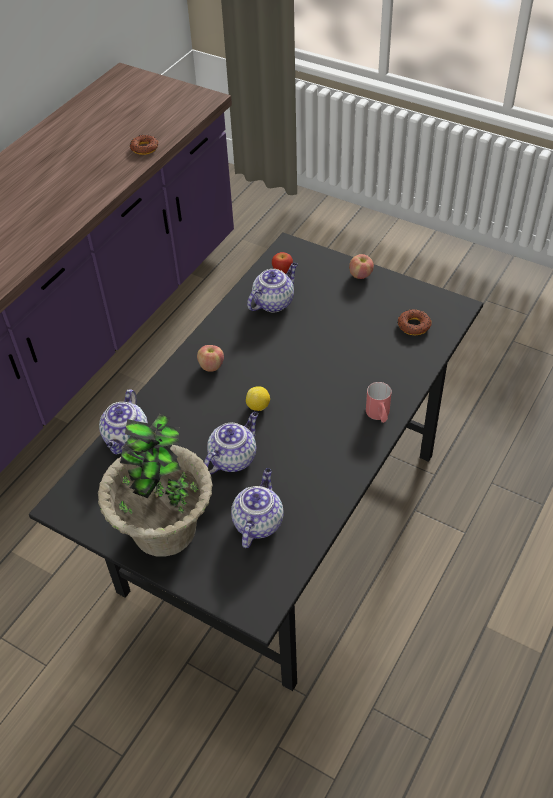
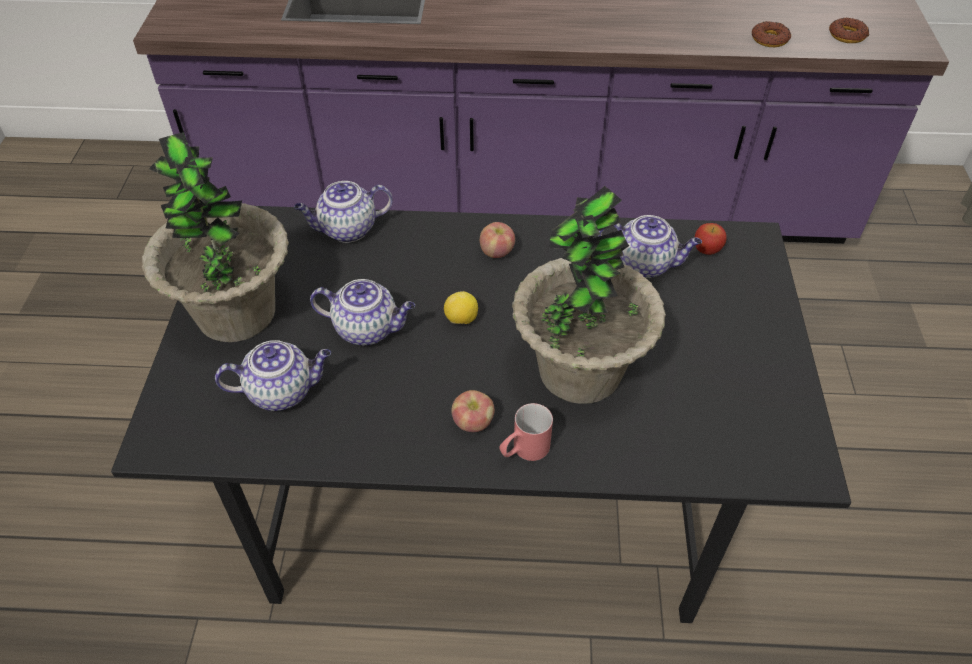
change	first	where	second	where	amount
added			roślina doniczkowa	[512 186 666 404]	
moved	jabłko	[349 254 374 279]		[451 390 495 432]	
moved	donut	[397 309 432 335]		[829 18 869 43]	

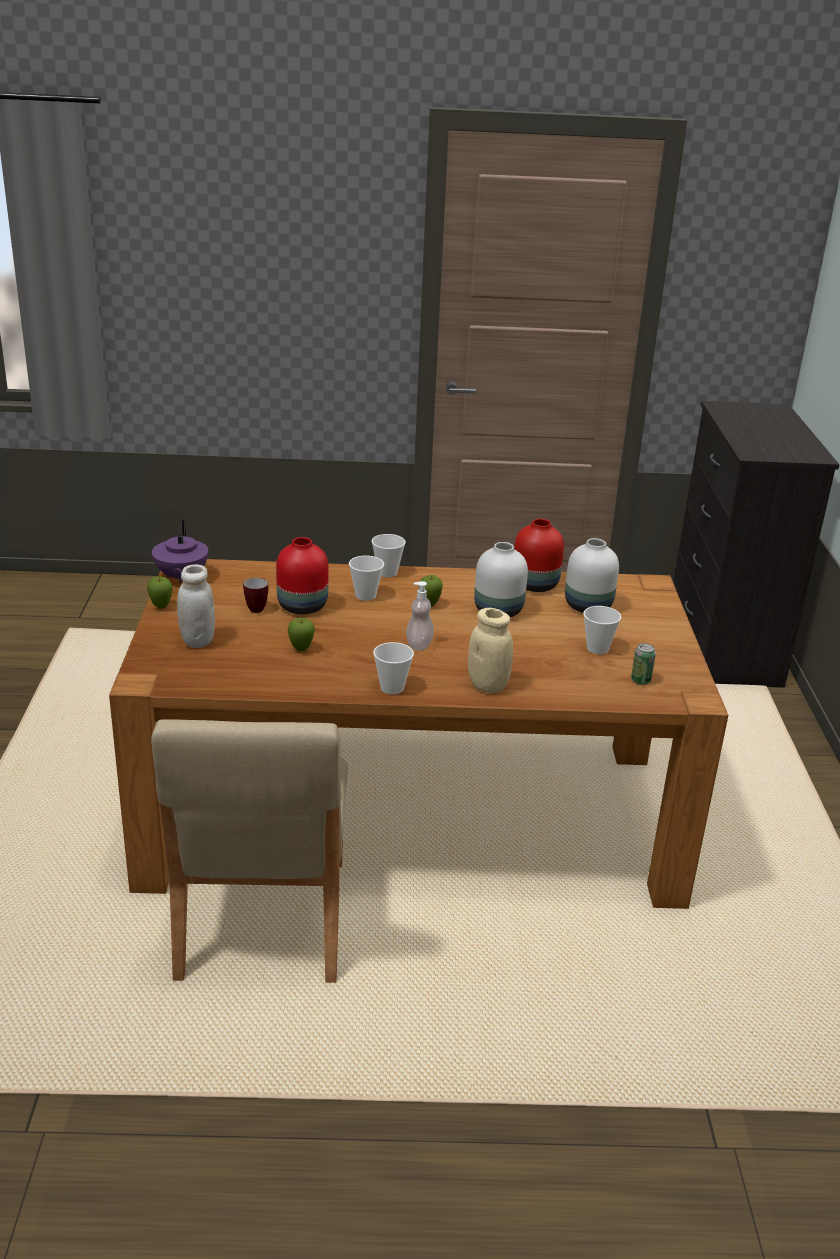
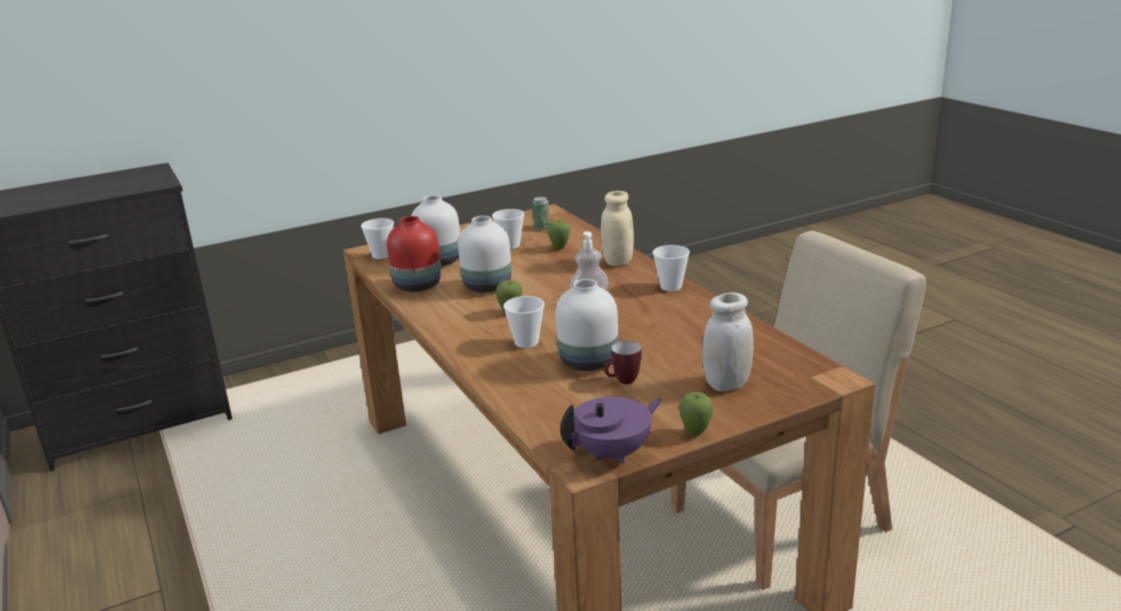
change	first	where	second	where	amount
moved	jabłko	[288 618 315 651]		[548 220 570 250]	
moved	filiżanka	[372 534 406 577]		[361 218 394 259]	
recoloured	wazon [czerwony]	[276 537 329 614]	wazon [biały]	[556 279 618 371]	

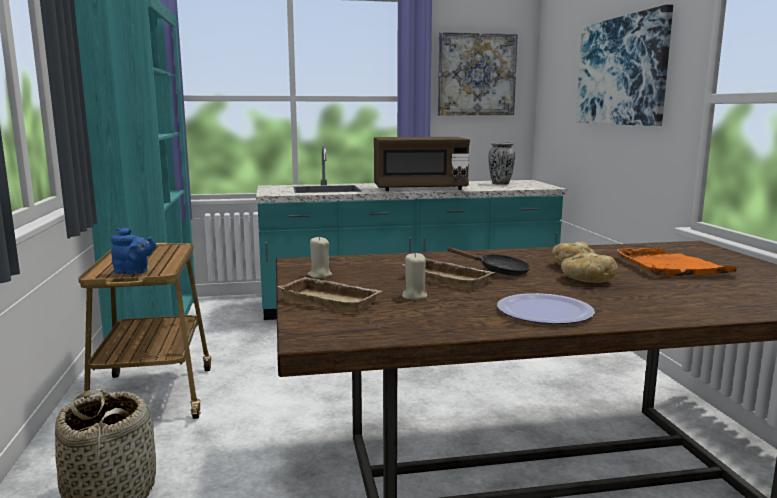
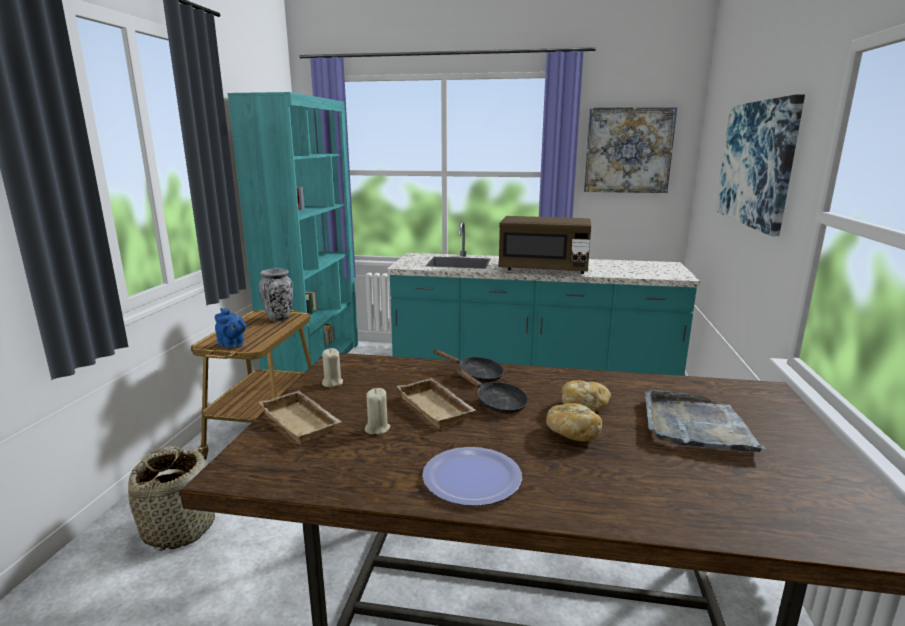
change	first	where	second	where	amount
added			patelnia [czarny]	[433 349 504 382]	
moved	wazon	[488 142 515 185]		[259 268 293 322]	
recoloured	taca [pomarańczowy]	[616 248 743 276]	taca [szary]	[645 390 767 452]	

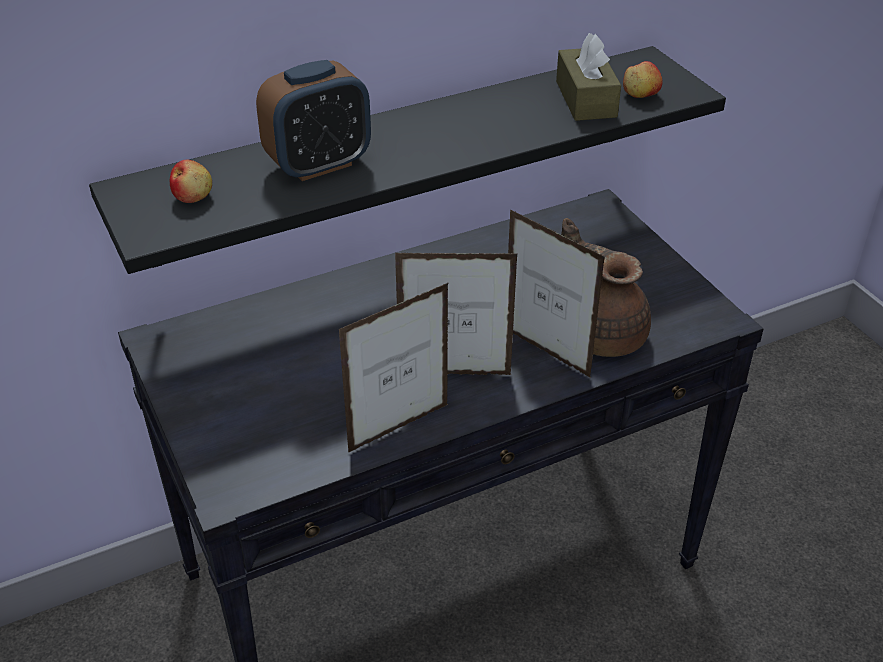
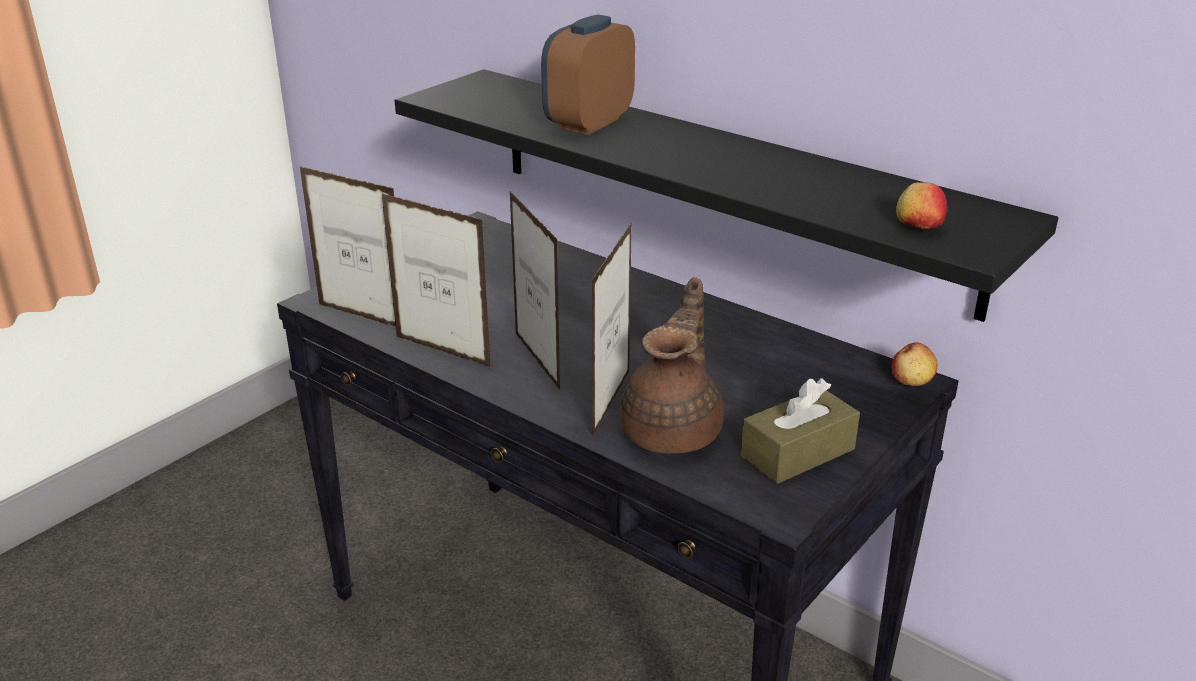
change	first	where	second	where	amount
added			ramka na zdjęcie	[300 166 395 327]	
moved	jabłko	[170 160 212 203]		[892 342 938 386]	
moved	pudełko chusteczek [brązowy]	[556 33 621 121]		[741 378 860 484]	
turned	budzik	[256 60 371 181]		[541 15 635 135]	90 degrees clockwise

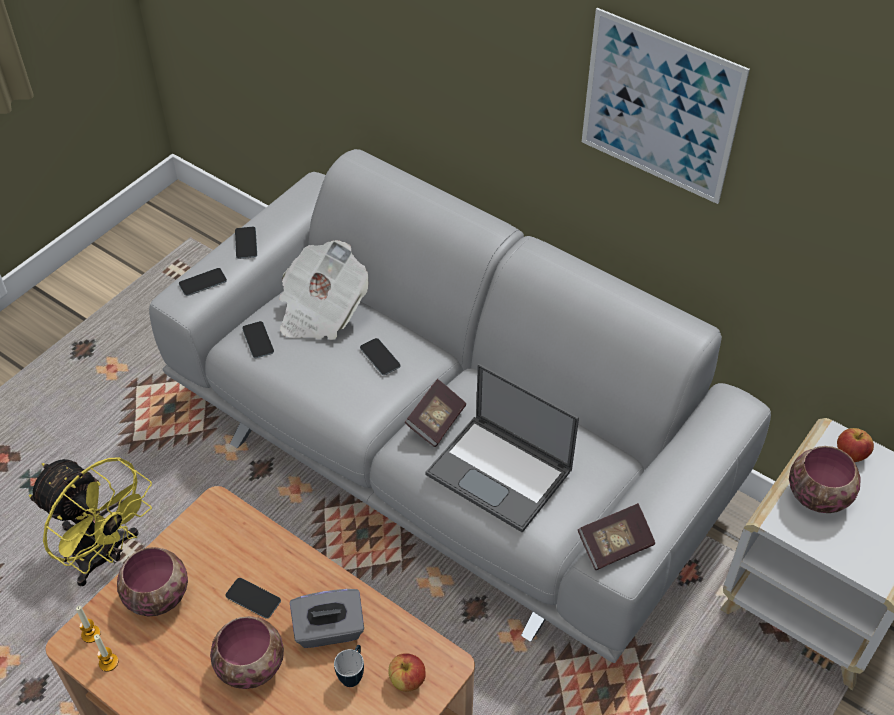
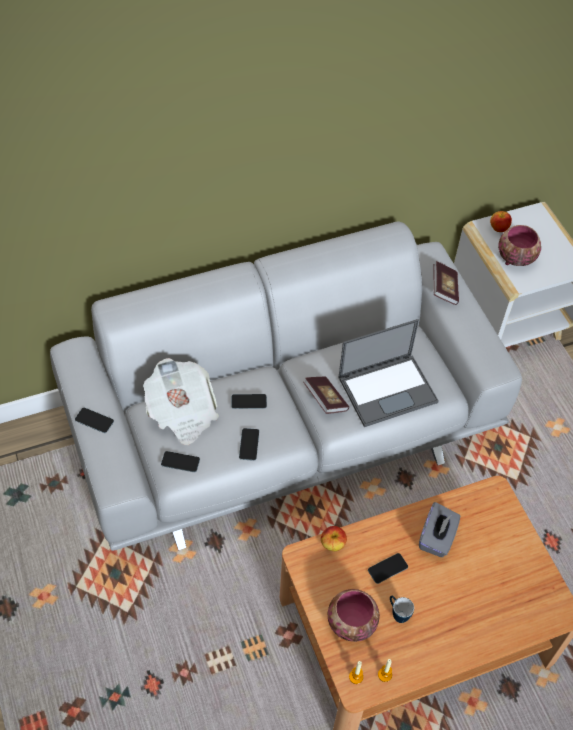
change	first	where	second	where	amount
removed	wentylator [żółty]	[29 457 152 586]			
removed	miska	[210 616 284 689]			
removed	obraz	[582 8 750 204]			
moved	telefon	[179 268 227 296]		[239 428 259 461]	
moved	kubek	[334 645 364 687]		[390 596 414 623]	
moved	jabłko	[388 653 426 692]		[321 526 347 551]	
moved	książka	[578 503 655 570]		[433 261 459 305]	

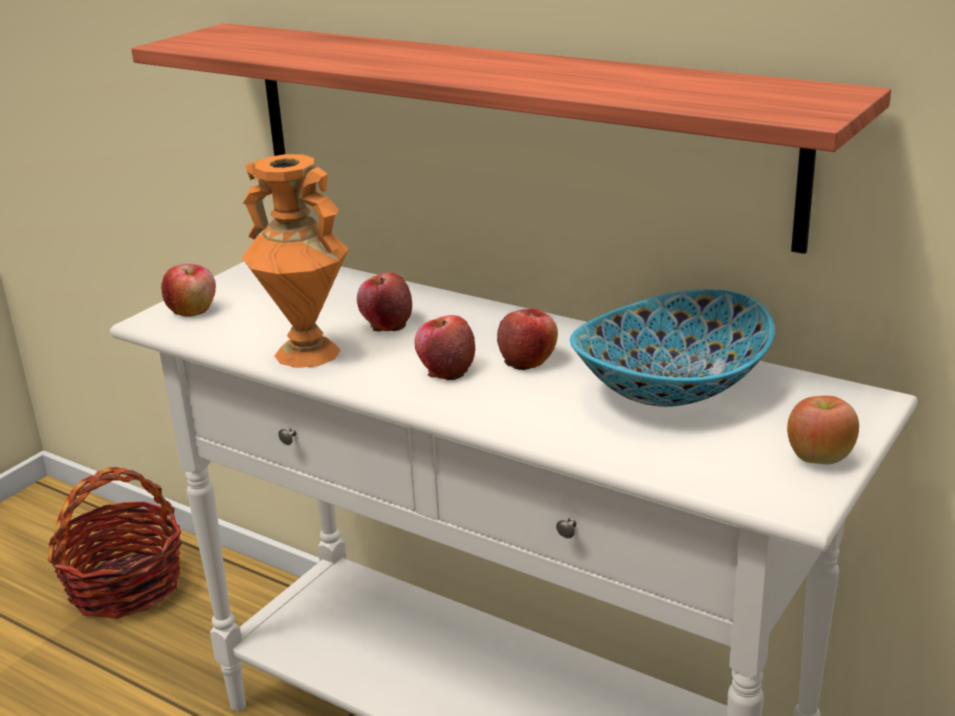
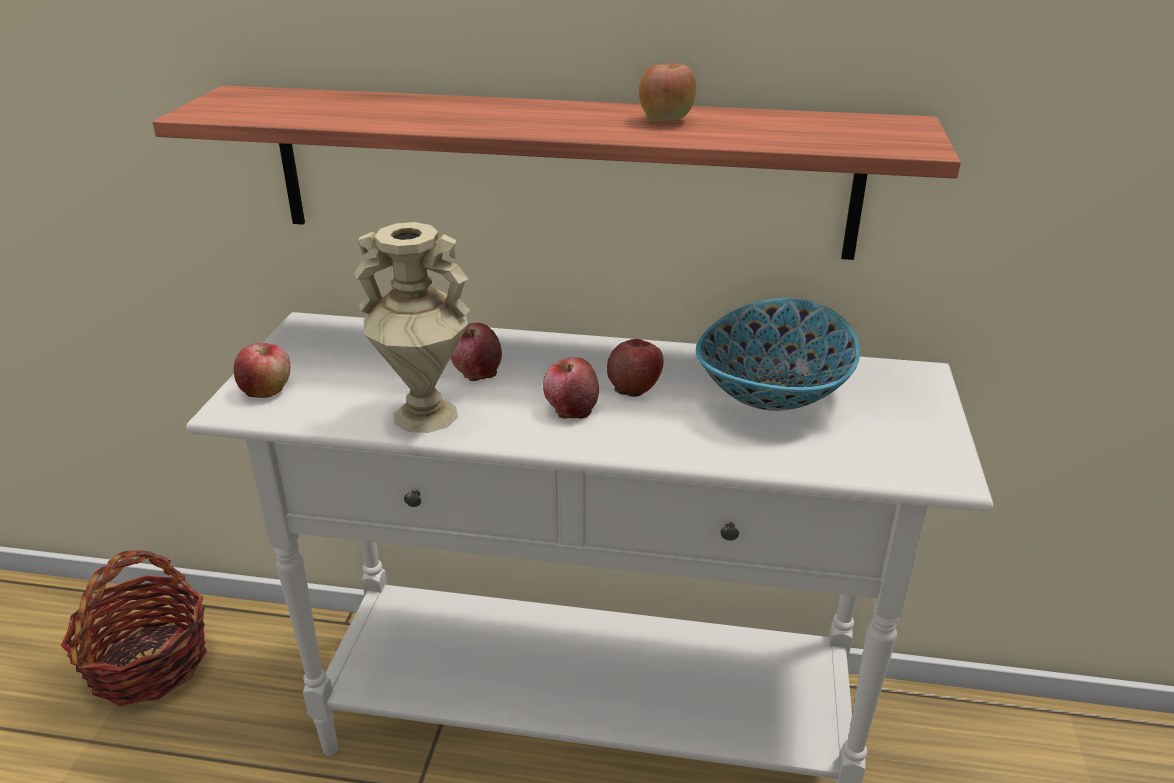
change	first	where	second	where	amount
moved	jabłko	[787 396 859 465]		[639 63 696 122]	
recoloured	wazon [pomarańczowy]	[242 154 349 368]	wazon [beżowy]	[354 222 470 433]	

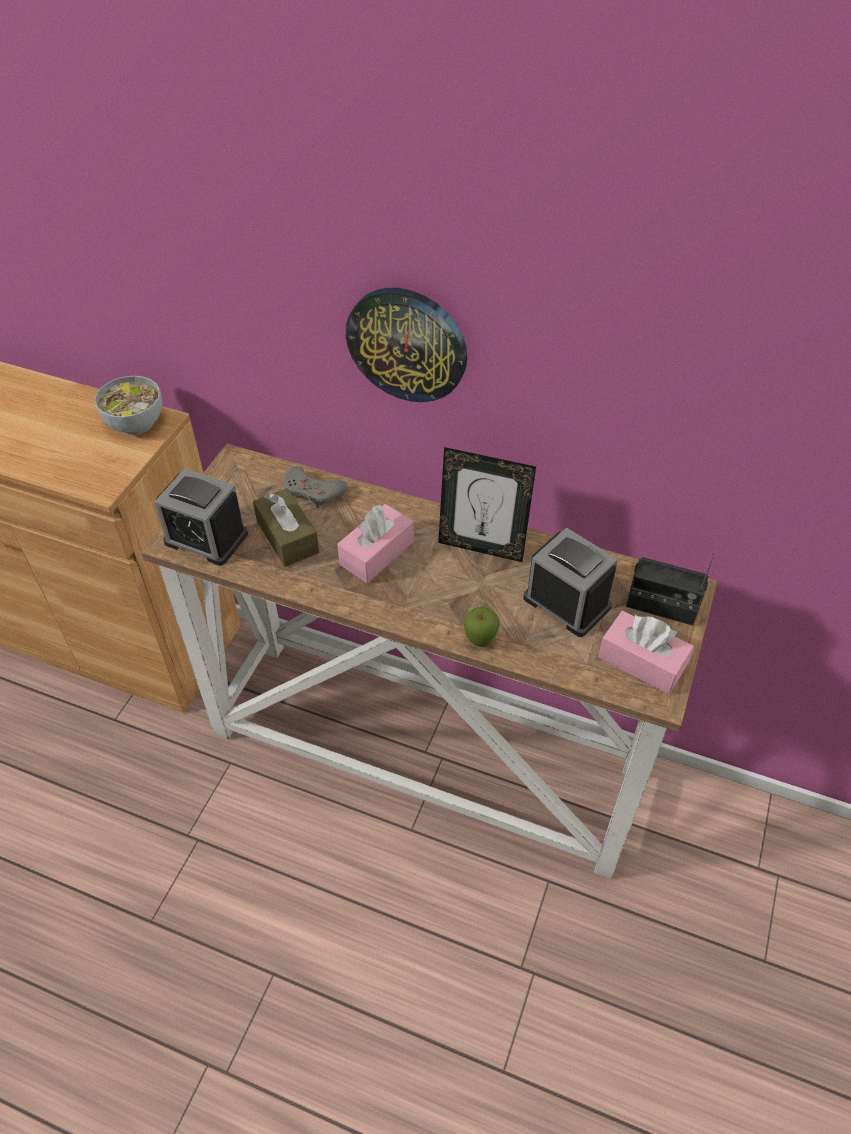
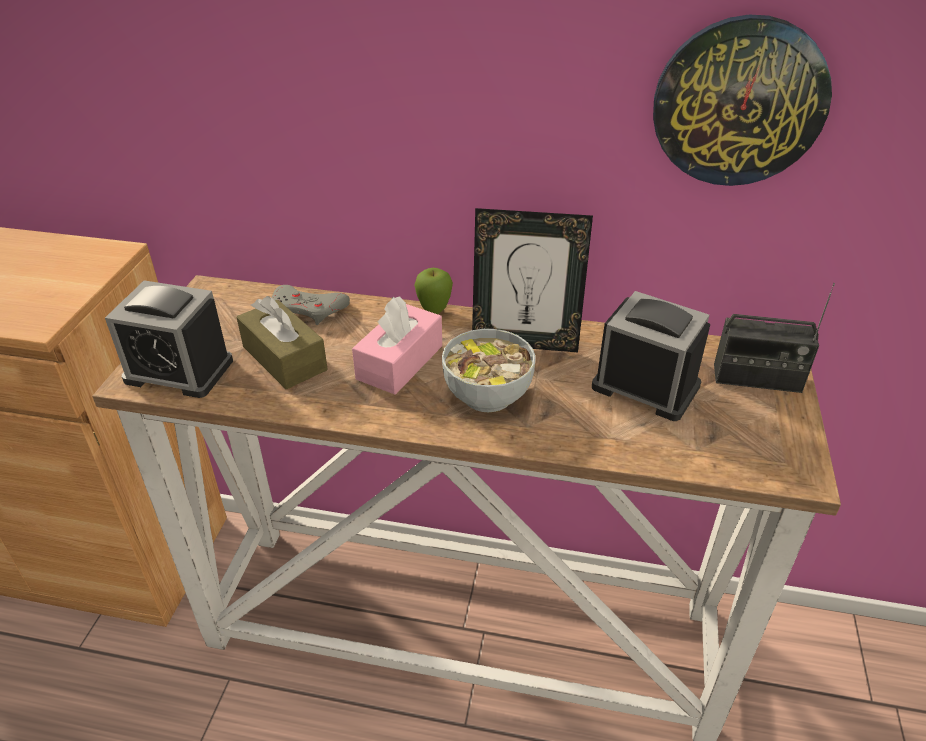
change	first	where	second	where	amount
removed	pudełko chusteczek [różowy]	[598 611 694 694]			
moved	miska	[95 376 162 435]		[442 329 536 412]	
moved	zegar ścienny	[346 288 467 402]		[653 14 832 186]	
moved	jabłko	[463 607 500 647]		[414 268 453 314]	

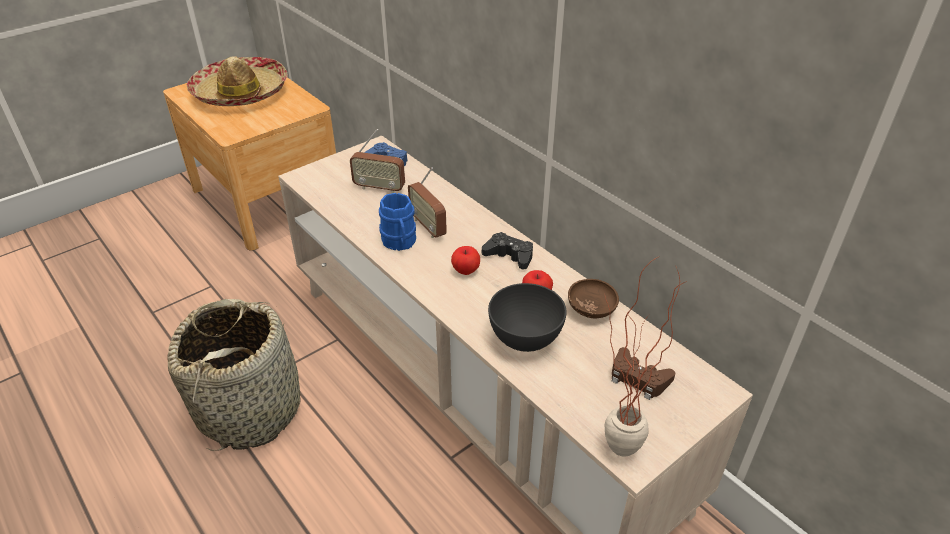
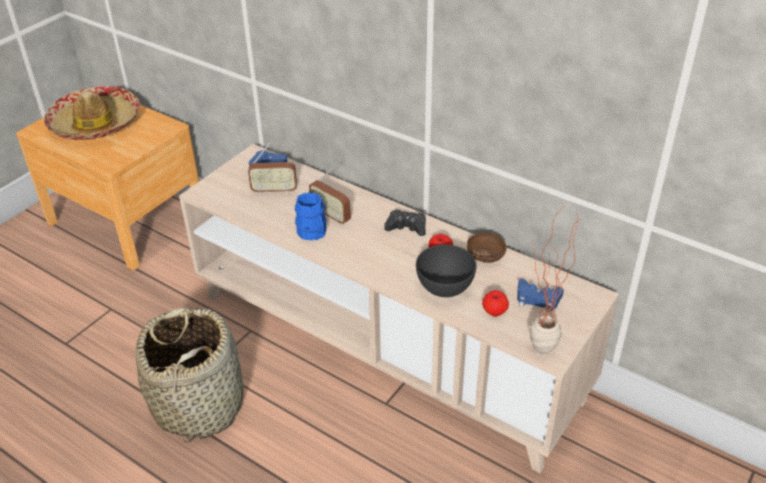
change	first	where	second	where	amount
moved	jabłko	[451 246 480 275]		[482 290 509 316]	
recoloured	pad do gier [brązowy]	[612 347 675 400]	pad do gier [niebieski]	[517 279 564 312]	

